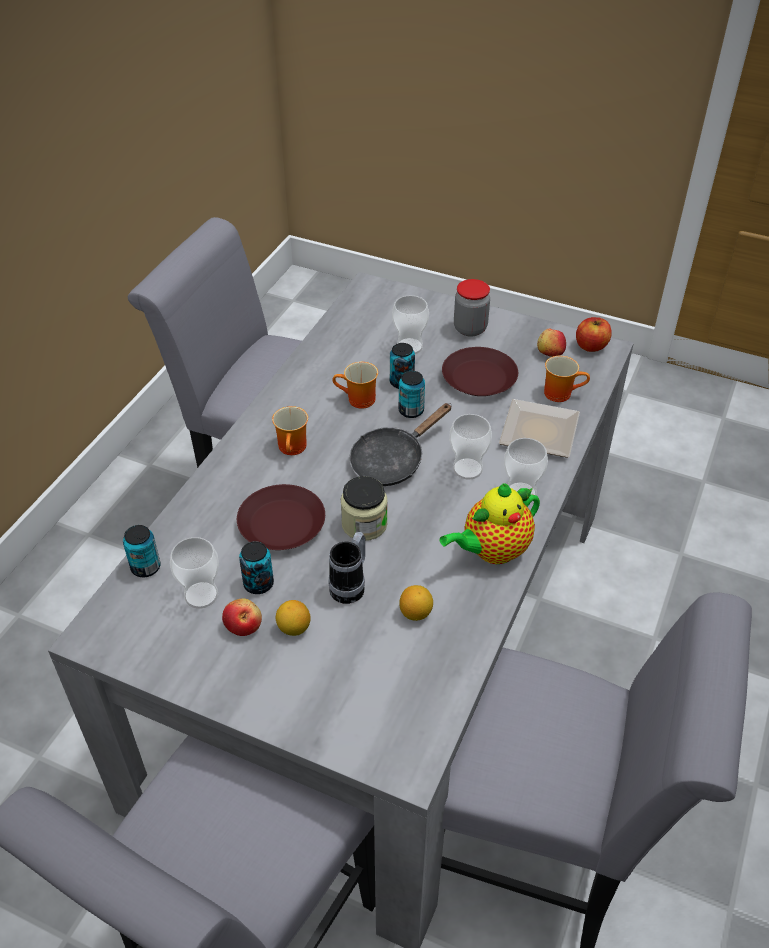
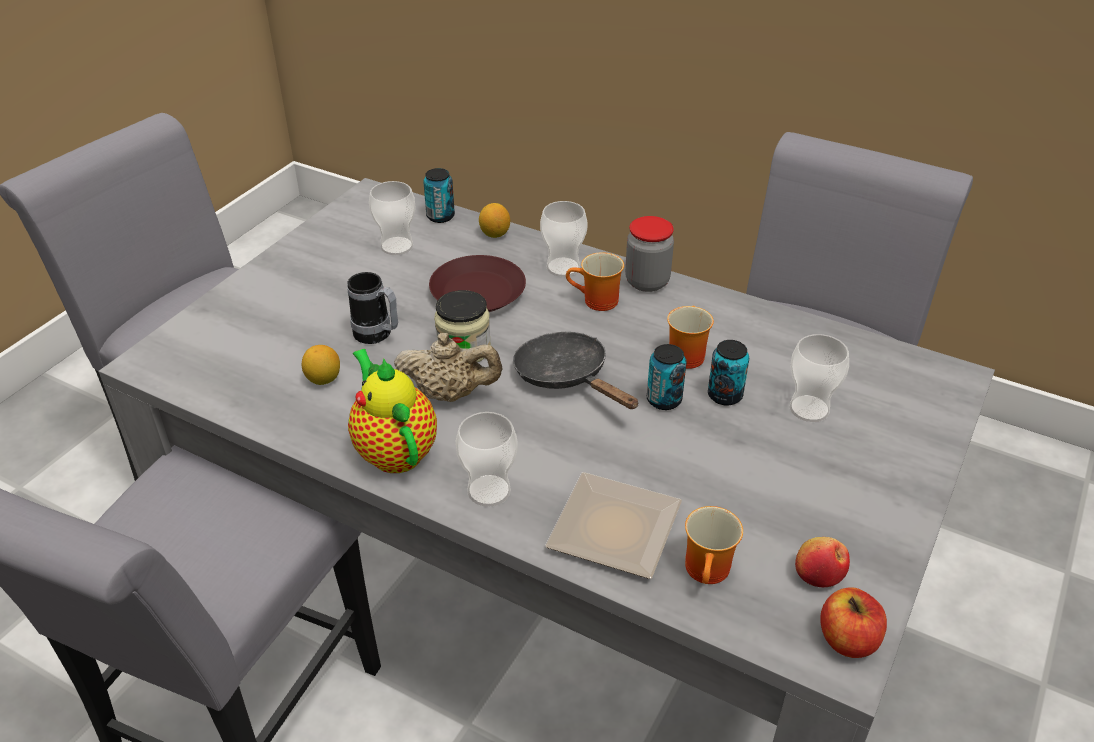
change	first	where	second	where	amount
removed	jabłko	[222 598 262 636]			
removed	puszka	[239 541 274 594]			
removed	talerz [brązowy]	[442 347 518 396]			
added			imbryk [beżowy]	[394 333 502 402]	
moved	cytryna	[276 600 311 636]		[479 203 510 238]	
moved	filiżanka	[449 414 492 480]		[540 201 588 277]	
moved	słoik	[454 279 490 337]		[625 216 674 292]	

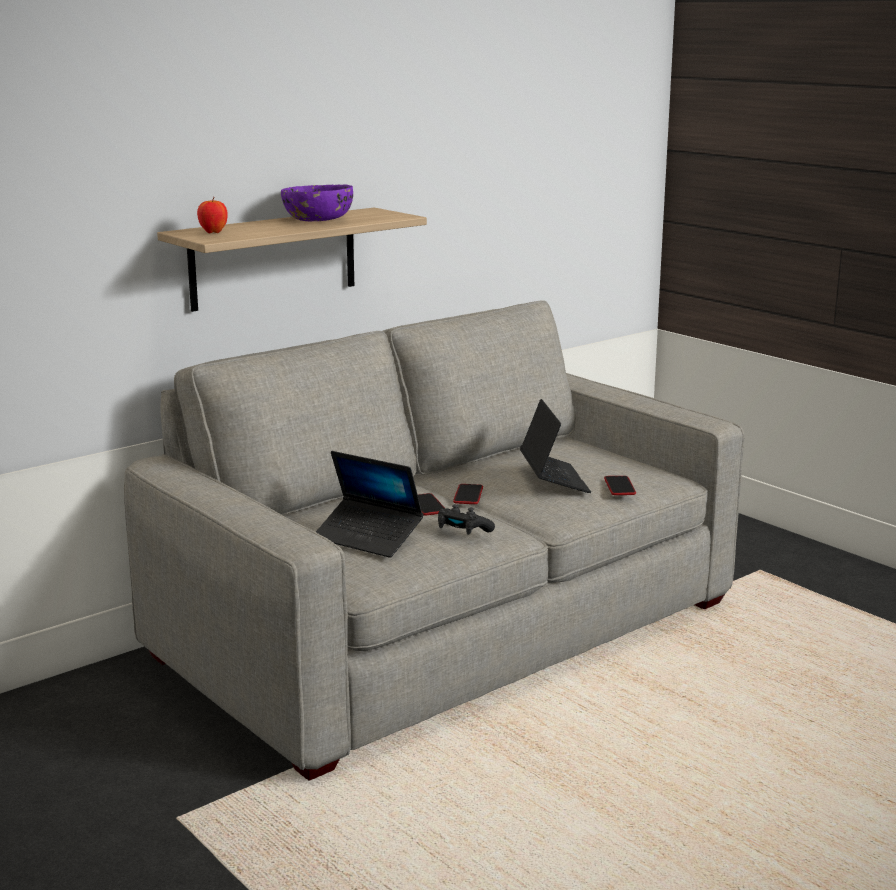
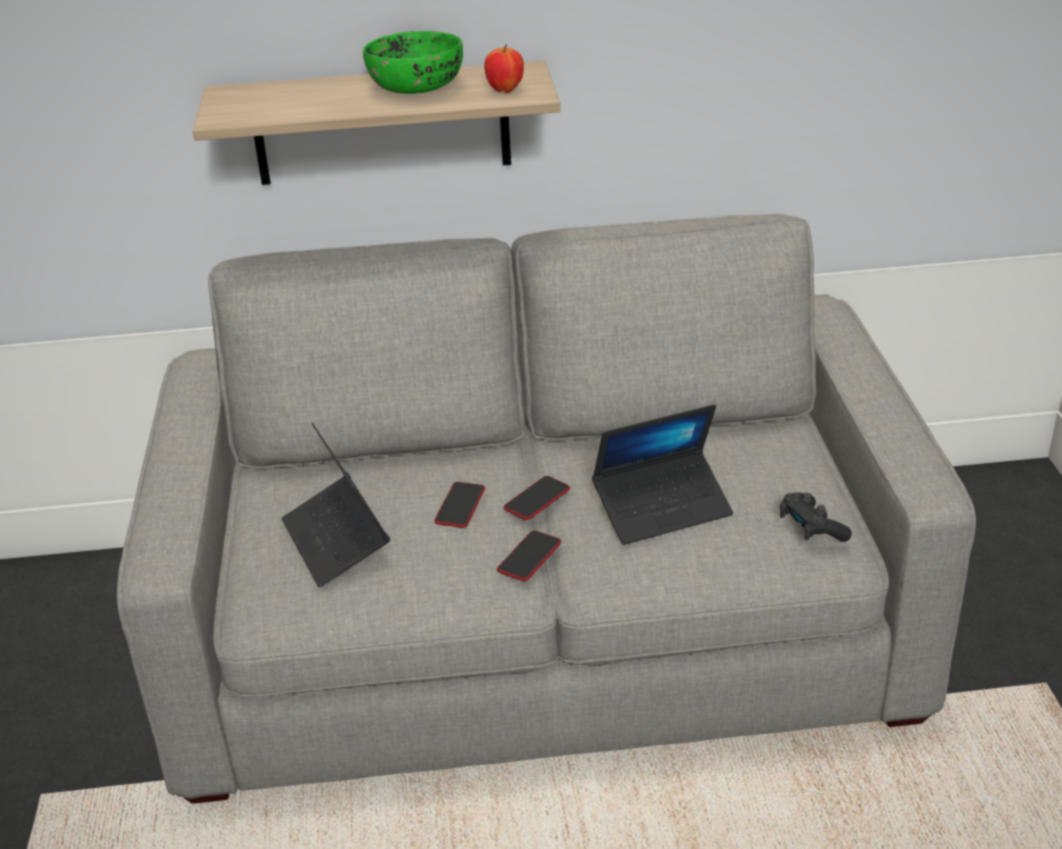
change	first	where	second	where	amount
moved	jabłko	[197 197 227 233]		[484 44 524 93]	
moved	pad do gier [czarny]	[438 504 495 535]		[780 493 852 542]	
moved	telefon	[604 476 636 495]		[497 530 561 581]	
recoloured	miska [fioletowy]	[281 184 353 221]	miska [zielony]	[363 31 463 94]	
turned	laptop	[520 399 591 493]		[592 404 733 545]	45 degrees clockwise

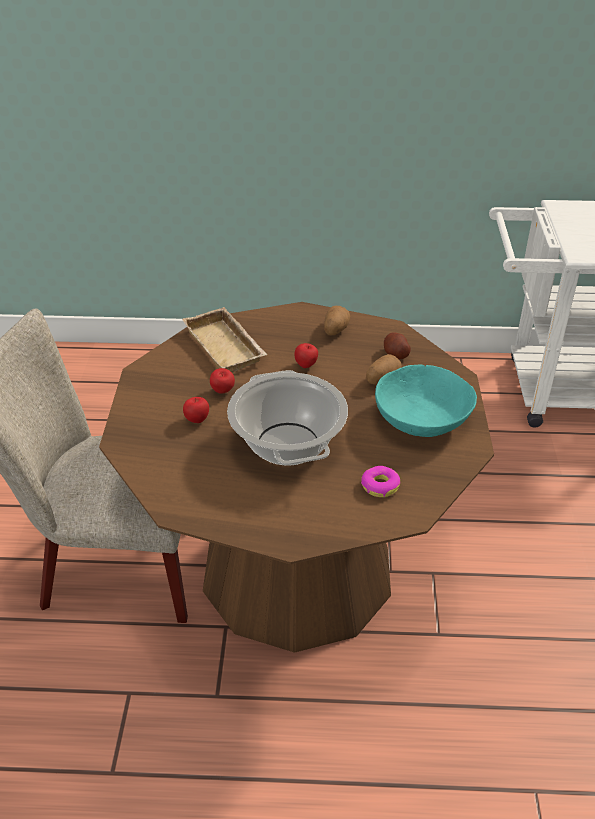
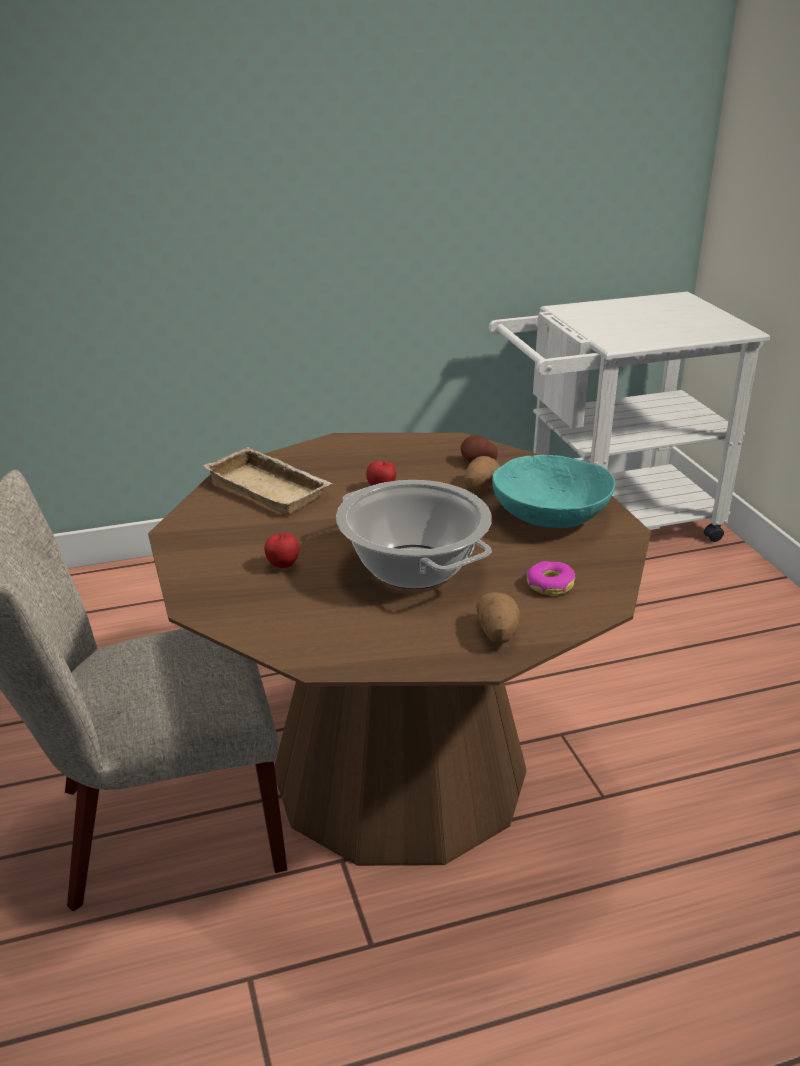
change	first	where	second	where	amount
removed	jabłko	[210 368 235 394]			
moved	ziemniak	[324 306 350 336]		[476 592 520 644]	

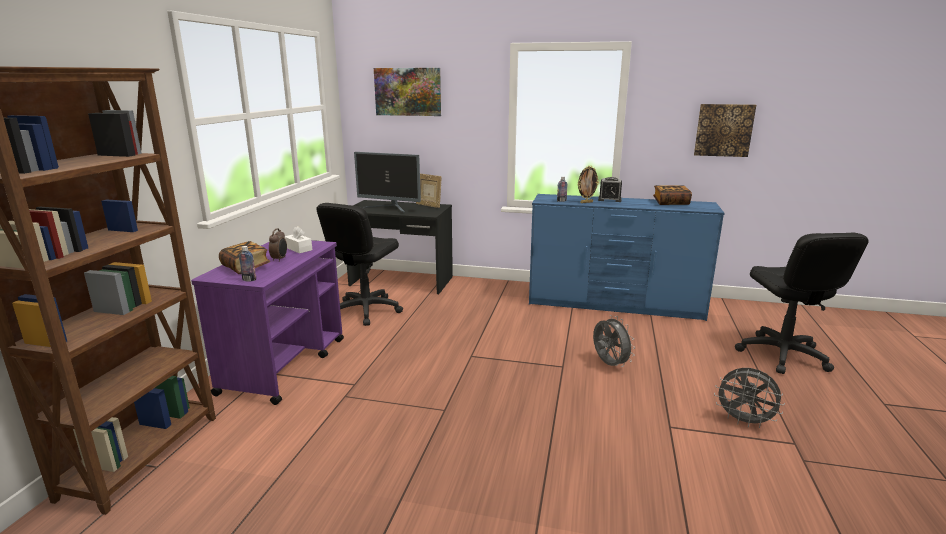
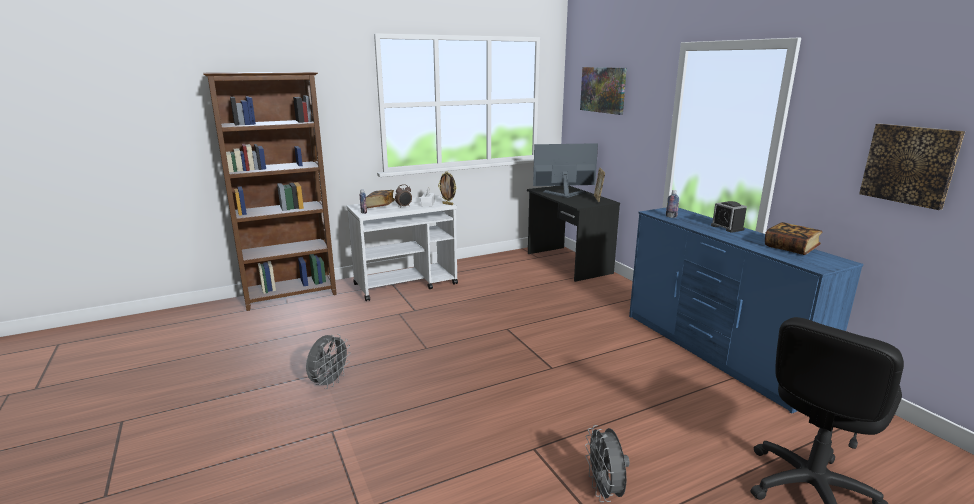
change	first	where	second	where	amount
removed	krzesło biurowe [czarny]	[316 203 403 326]			
moved	ramka na zdjęcie	[577 165 599 203]		[438 172 456 205]	
moved	wentylator [szary]	[593 315 635 367]		[306 334 351 389]	
recoloured	wózek [fioletowy]	[191 240 344 405]	wózek [biały]	[346 195 458 301]	
turned	monitor	[354 152 421 213]		[533 143 598 198]	105 degrees clockwise

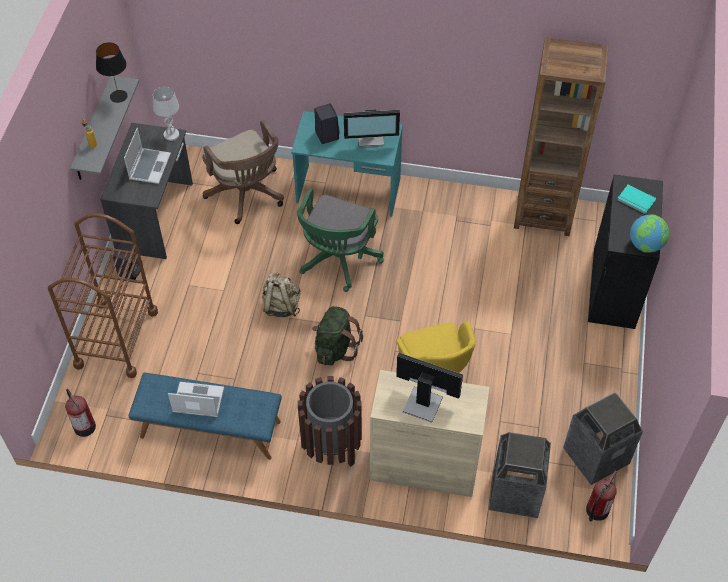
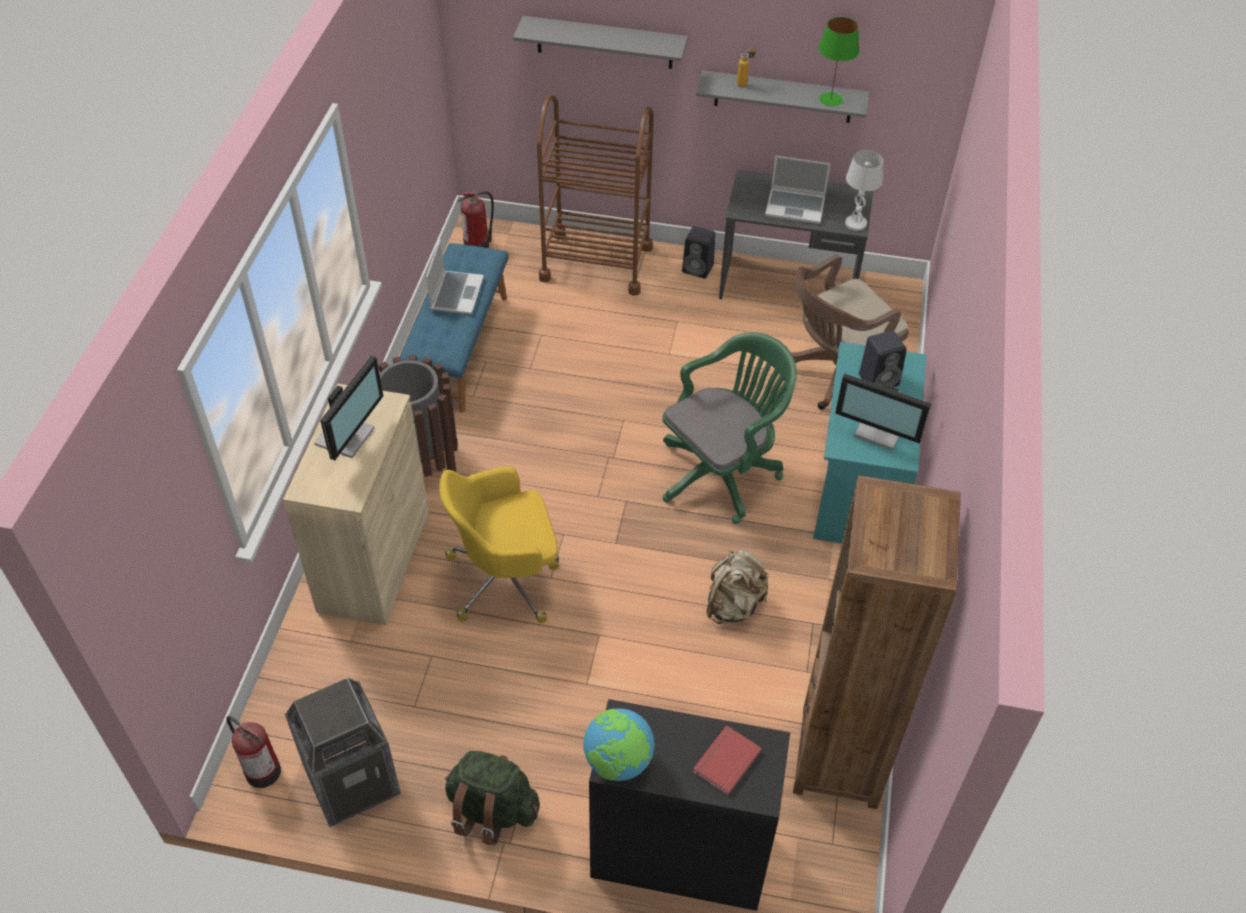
change	first	where	second	where	amount
removed	kosz na śmieci	[489 432 551 518]			
added			półka [szary]	[513 16 688 69]	
moved	plecak [beżowy]	[262 272 300 317]		[706 550 769 624]	
moved	plecak [zielony]	[312 306 363 365]		[445 751 540 845]	
recoloured	lampa stołowa [czarny]	[96 42 128 103]	lampa stołowa [zielony]	[818 17 860 106]	
recoloured	książka [turkusowy]	[617 184 656 214]	książka [czerwony]	[693 725 762 795]	
turned	krzesło biurowe [zielony]	[297 188 383 292]		[662 332 797 524]	120 degrees clockwise
turned	monitor	[344 109 400 148]		[835 374 931 450]	60 degrees counterclockwise

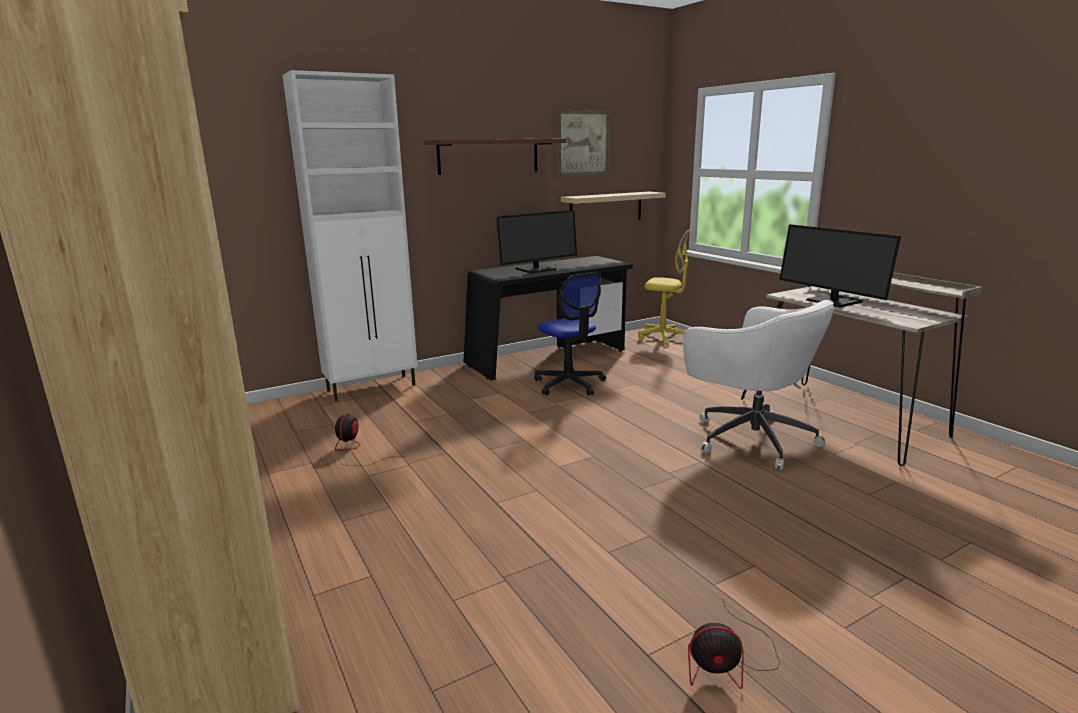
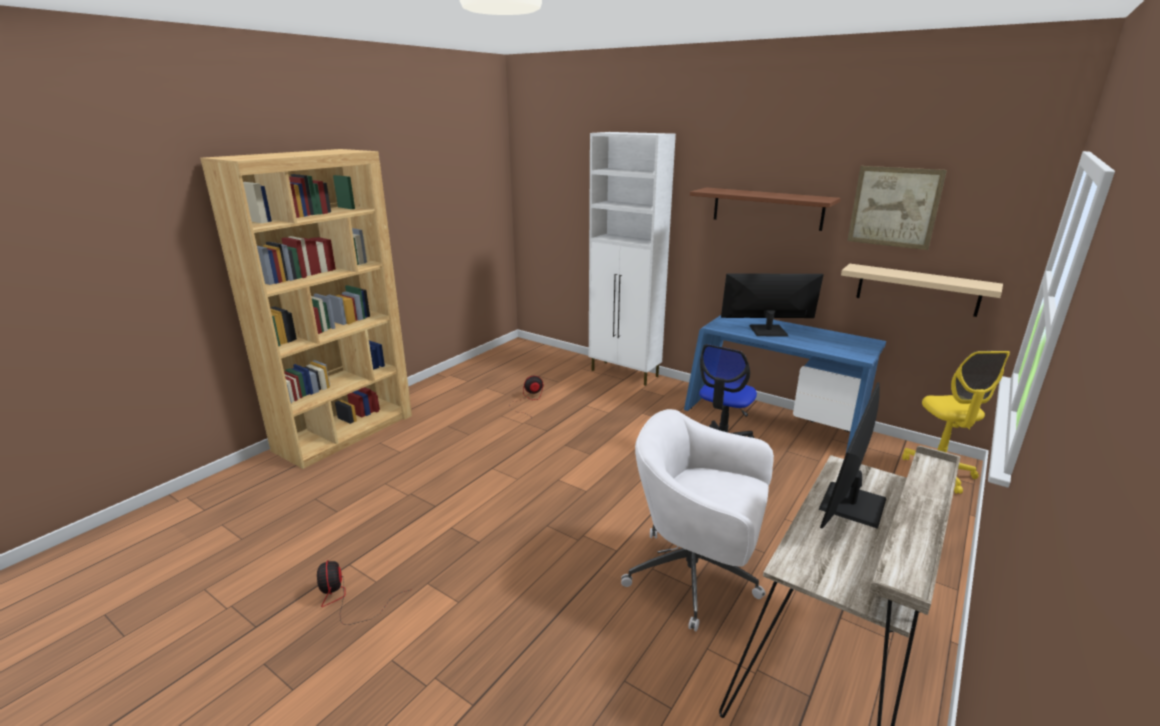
change	first	where	second	where	amount
recoloured	biurko [czarny]	[464 256 633 380]	biurko [niebieski]	[684 315 886 452]	
turned	monitor	[496 210 577 274]		[721 273 824 336]	150 degrees clockwise
turned	krzesło biurowe [biały]	[683 300 834 470]		[621 409 774 631]	90 degrees clockwise

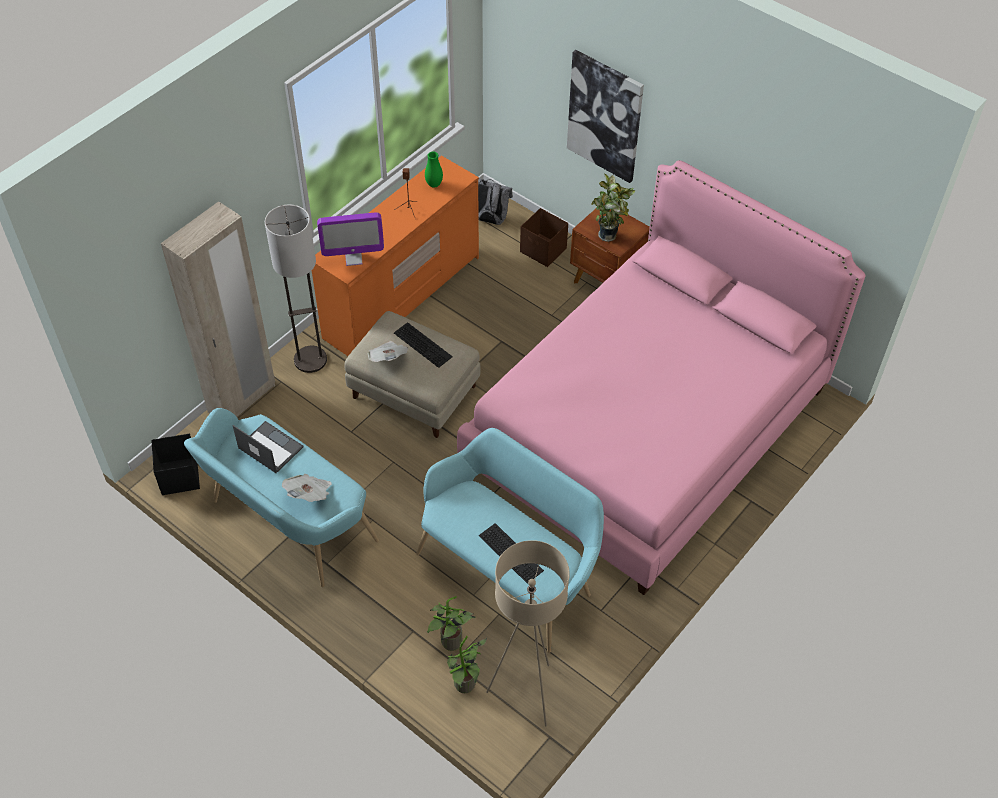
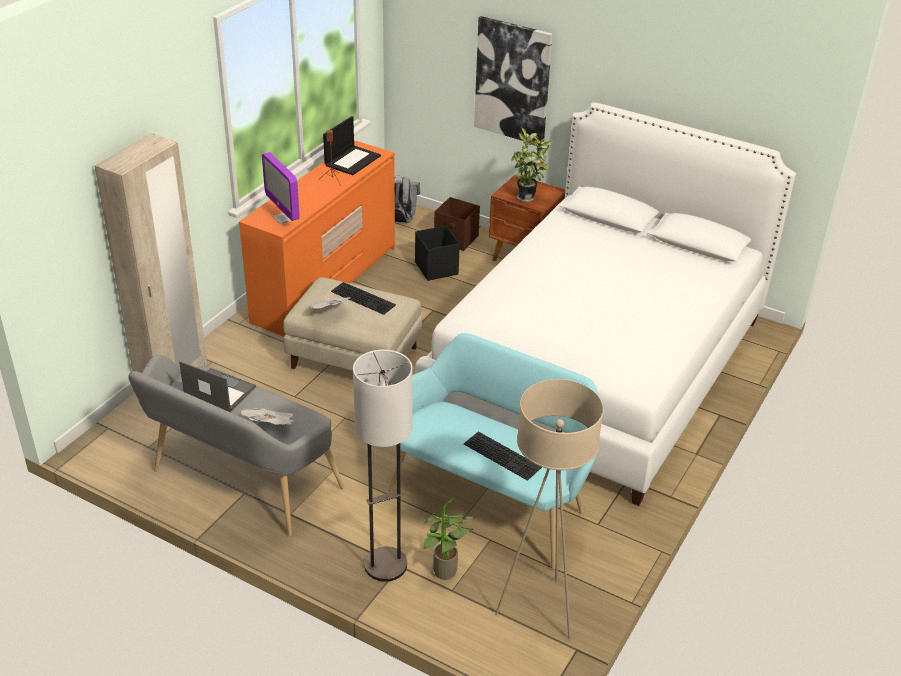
change	first	where	second	where	amount
removed	roślina doniczkowa	[447 636 487 693]			
moved	pojemnik do przechowywania [czarny]	[151 433 200 495]		[415 226 460 281]	
moved	lampa stojąca	[265 204 327 373]		[353 349 413 582]	
replaced	wazon [zielony]	[425 152 443 188]	laptop	[323 116 381 175]	
recoloured	ławka [turkusowy]	[184 408 379 587]	ławka [szary]	[128 355 344 536]	
recoloured	łóżko [różowy]	[457 160 866 595]	łóżko [biały]	[415 102 796 506]	
turned	monitor	[317 212 384 266]		[262 152 300 224]	75 degrees clockwise

